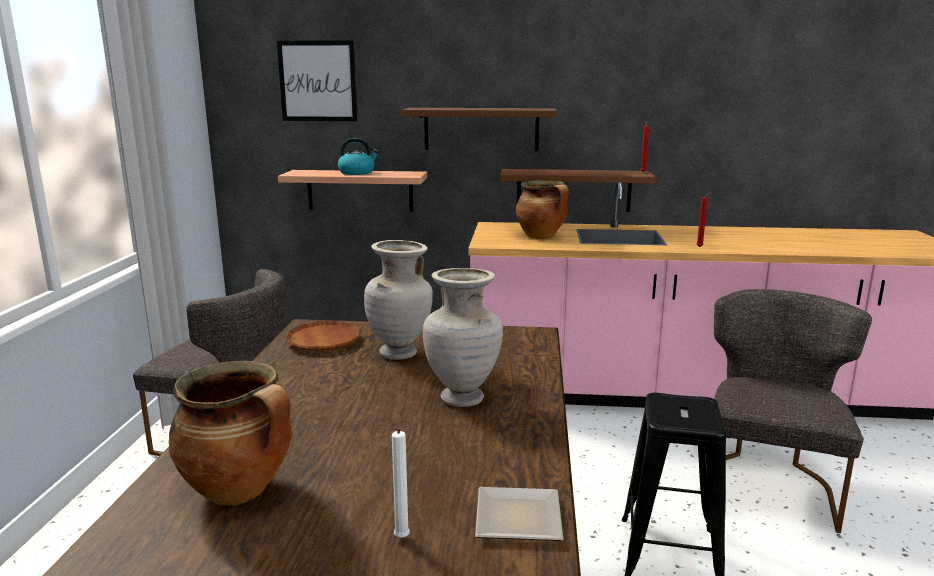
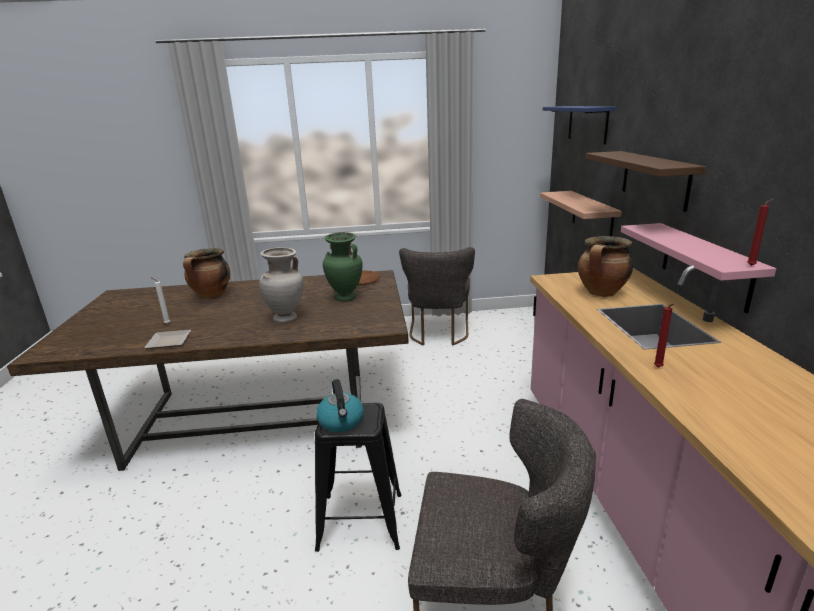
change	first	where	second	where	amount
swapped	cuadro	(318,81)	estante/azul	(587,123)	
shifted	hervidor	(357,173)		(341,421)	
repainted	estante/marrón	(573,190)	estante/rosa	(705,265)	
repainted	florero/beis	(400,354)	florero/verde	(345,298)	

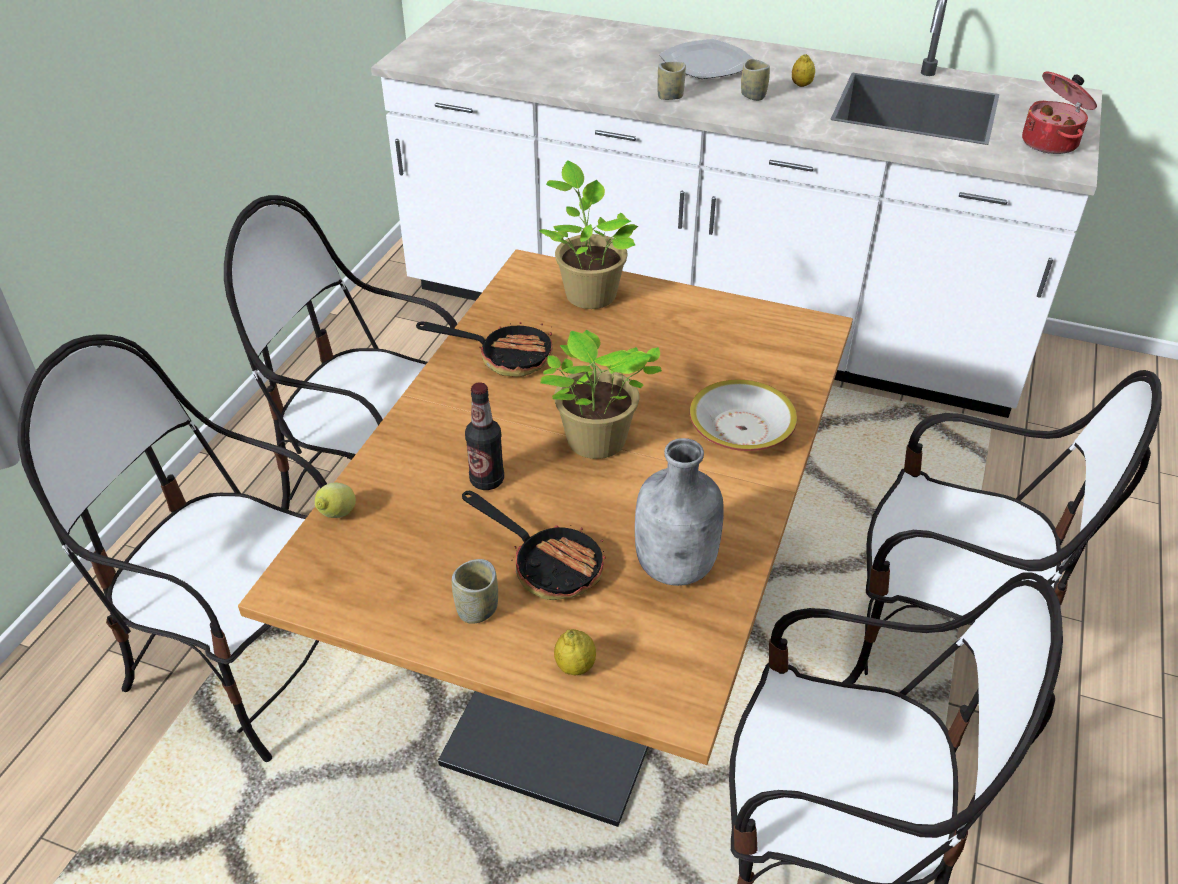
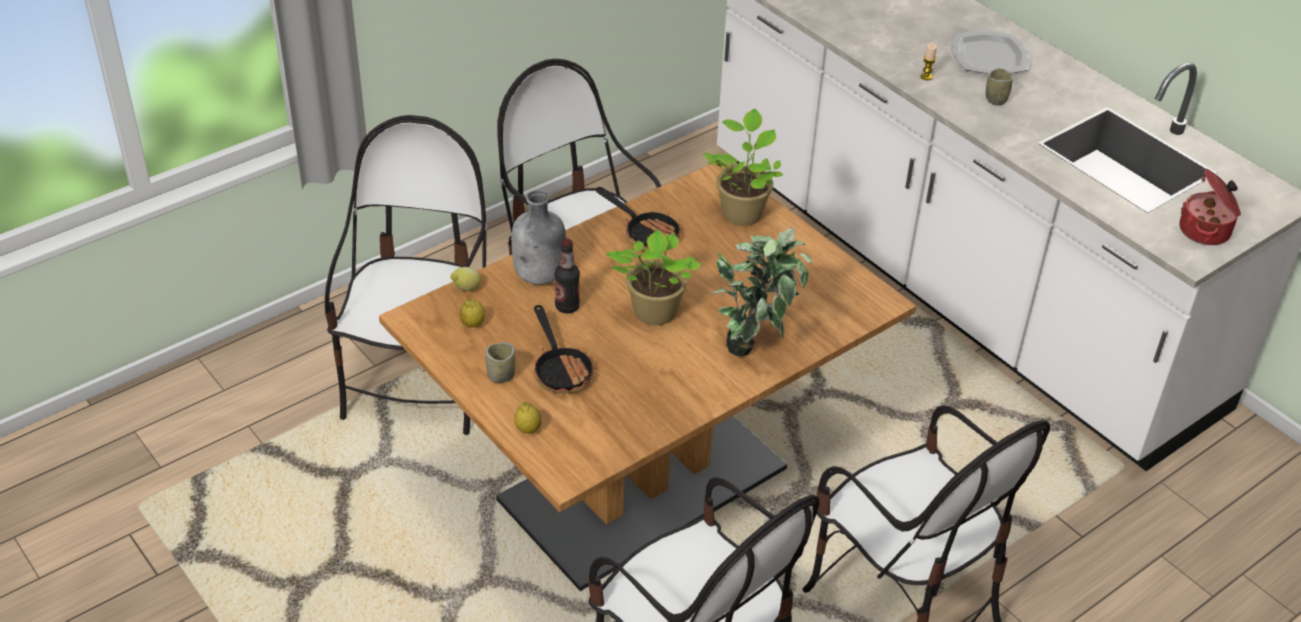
change	first	where	second	where	amount
shifted	limón	(801,85)		(473,324)	
swapped	taza	(670,97)	vela	(926,77)	
rotated	silla	(246,665)		(421,383)	45 degrees clockwise
swapped	cuenco	(742,430)	planta en maceta	(755,346)	
shifted	botella/gris	(677,566)		(540,276)	

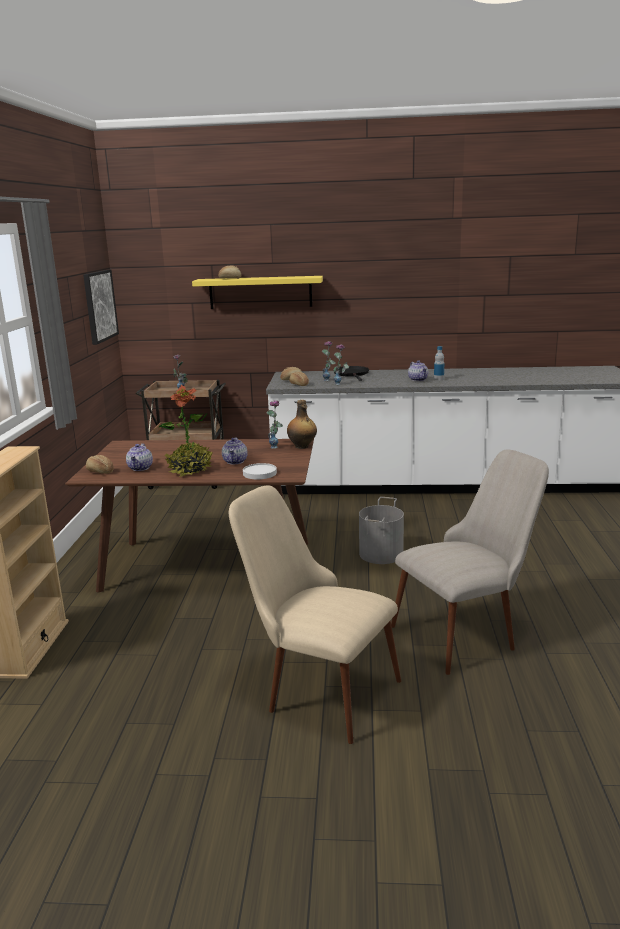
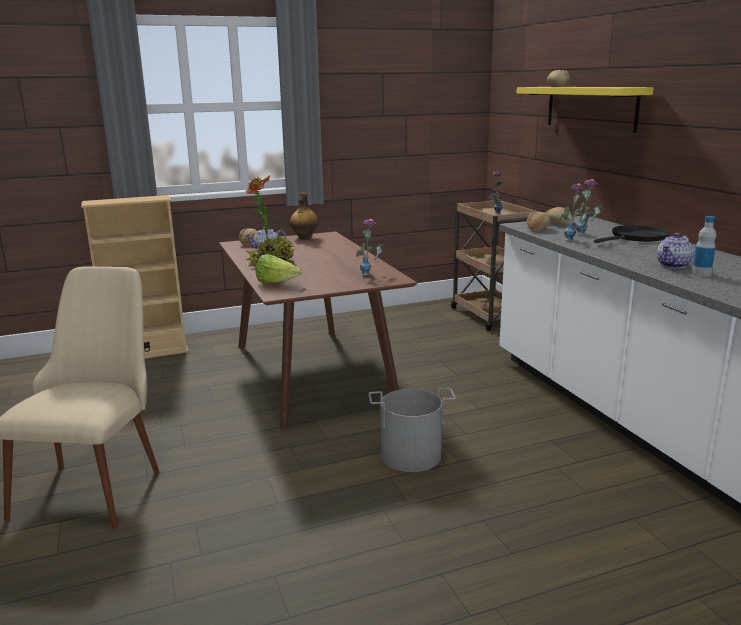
change	first	where	second	where	amount
gone	cuadro	(99,306)			
shifted	botella	(302,446)		(304,238)	
gone	tetera	(235,461)			
gone	silla/beis	(467,631)			
swapped	plato/blanco	(259,473)	lechuga	(276,283)	

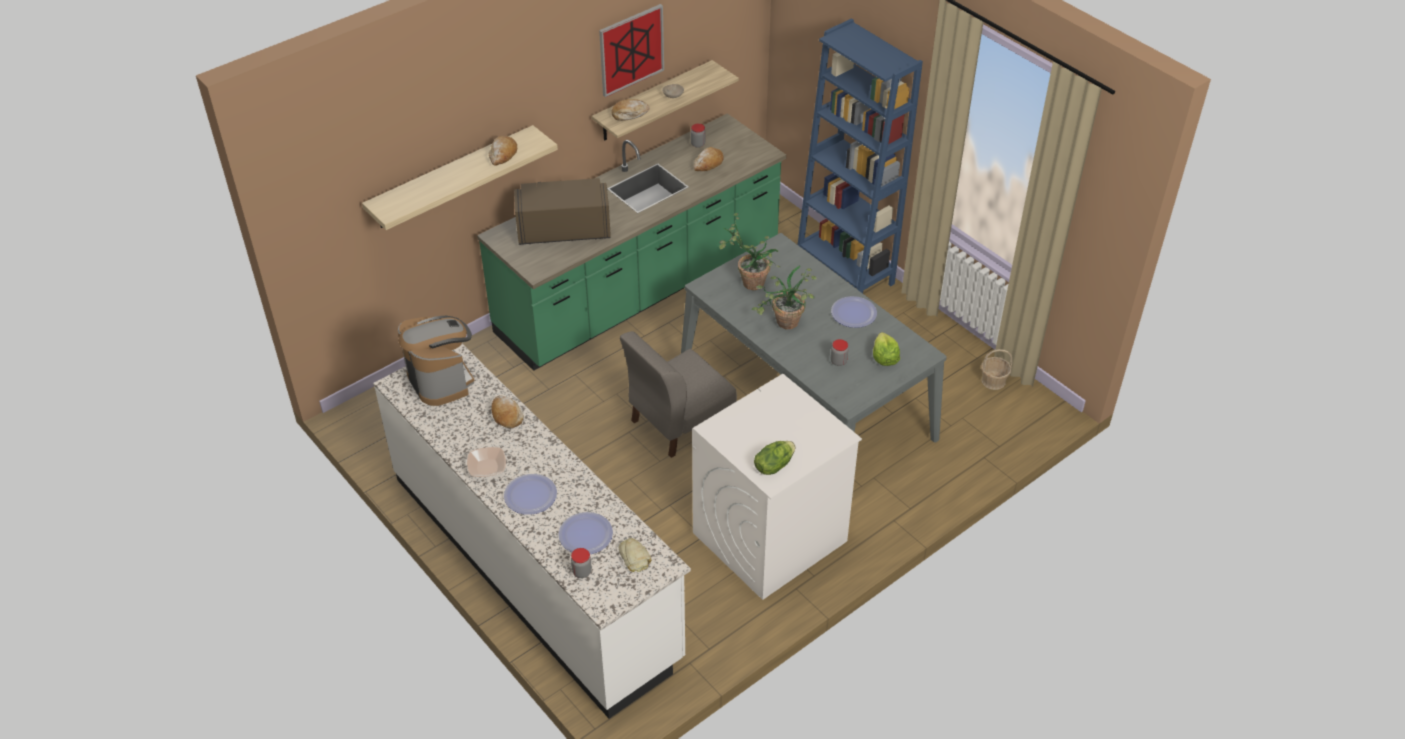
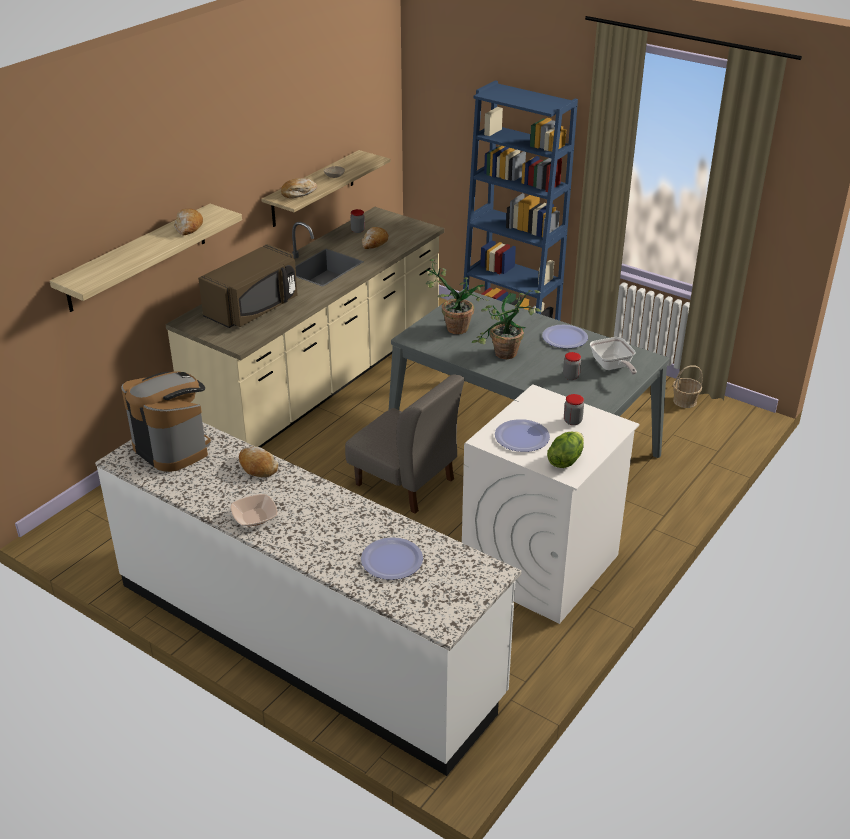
change	first	where	second	where	amount
gone	cuadro	(631,50)			
repainted	mueble bajo de cocina/verde	(640,289)	mueble bajo de cocina/beis	(322,380)	
rotated	microondas/marrón	(563,230)		(254,308)	150 degrees clockwise
rotated	silla/gris	(678,422)		(405,482)	90 degrees counterclockwise
swapped	lechuga	(884,357)	sartén	(612,367)	
shifted	plato	(530,495)		(522,437)	
gone	pan	(635,557)			
shifted	tarro	(582,572)		(572,421)	

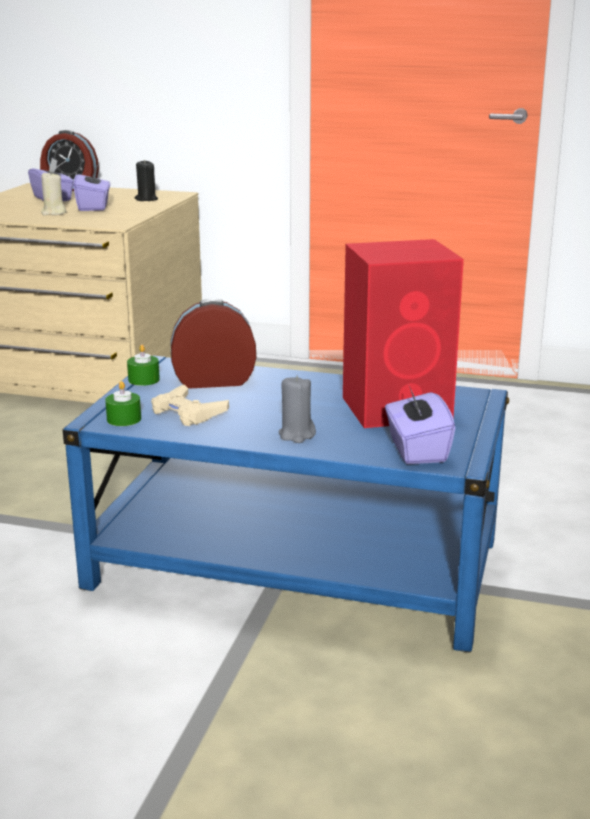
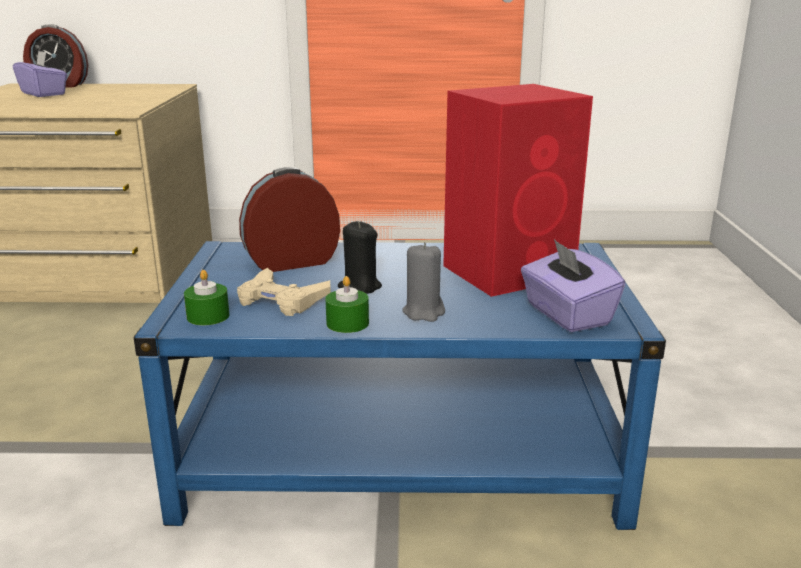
change	first	where	second	where	amount
shifted	vela/negro	(146,199)		(359,287)	
gone	caja de pañuelos/morado	(94,207)			
gone	vela/beis	(53,213)			
shifted	vela/verde	(143,379)		(347,323)	

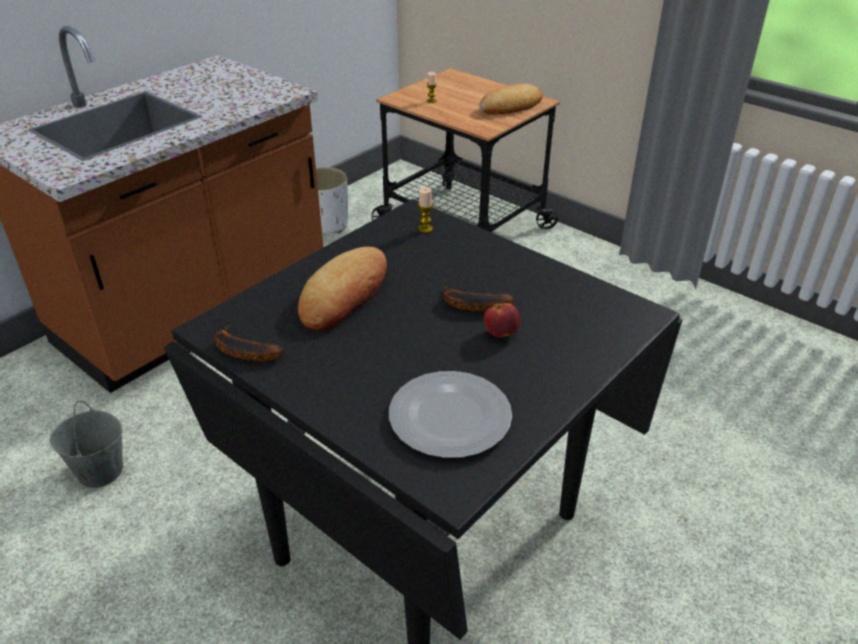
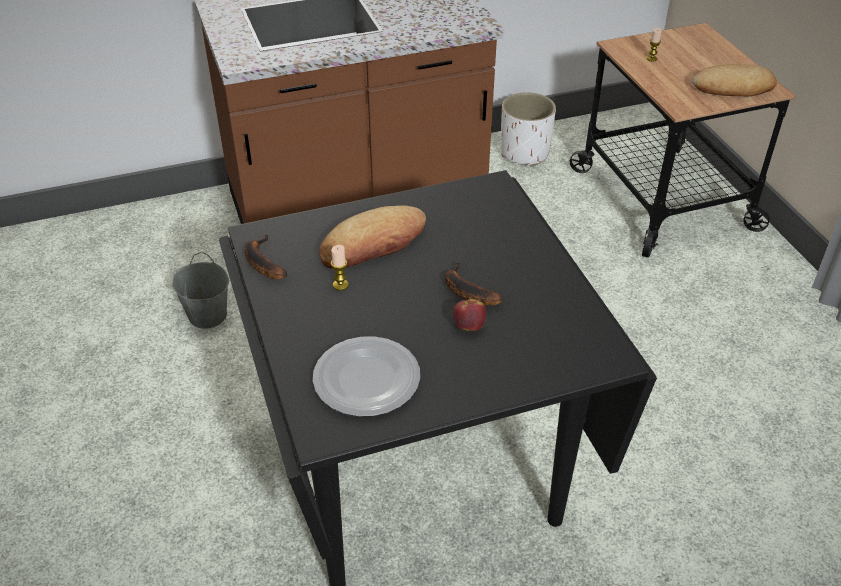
change	first	where	second	where	amount
shifted	vela	(425,229)		(340,285)	

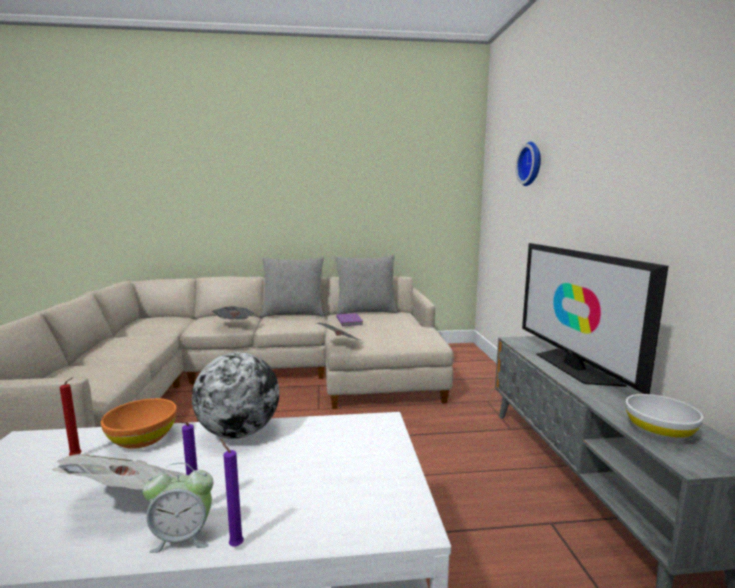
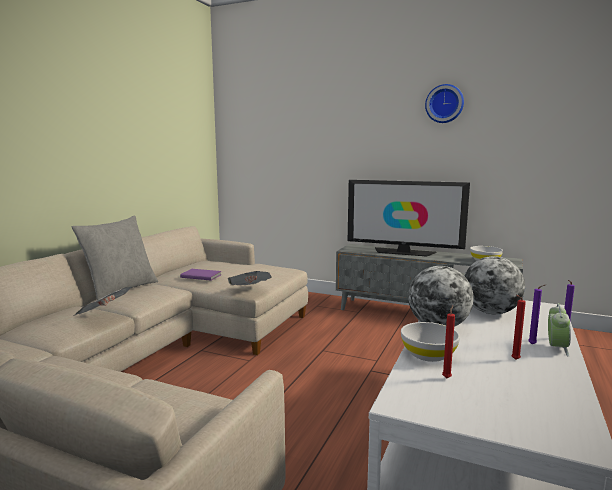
change	first	where	second	where	amount
shifted	reloj de pared	(531,164)		(444,104)	
gone	cojín/gris	(366,311)			
repainted	cuenco/naranja	(142,439)	cuenco/blanco	(428,355)	
swapped	periódico	(132,498)	vela/rojo	(514,359)	
new			globo terráqueo	(491,312)	

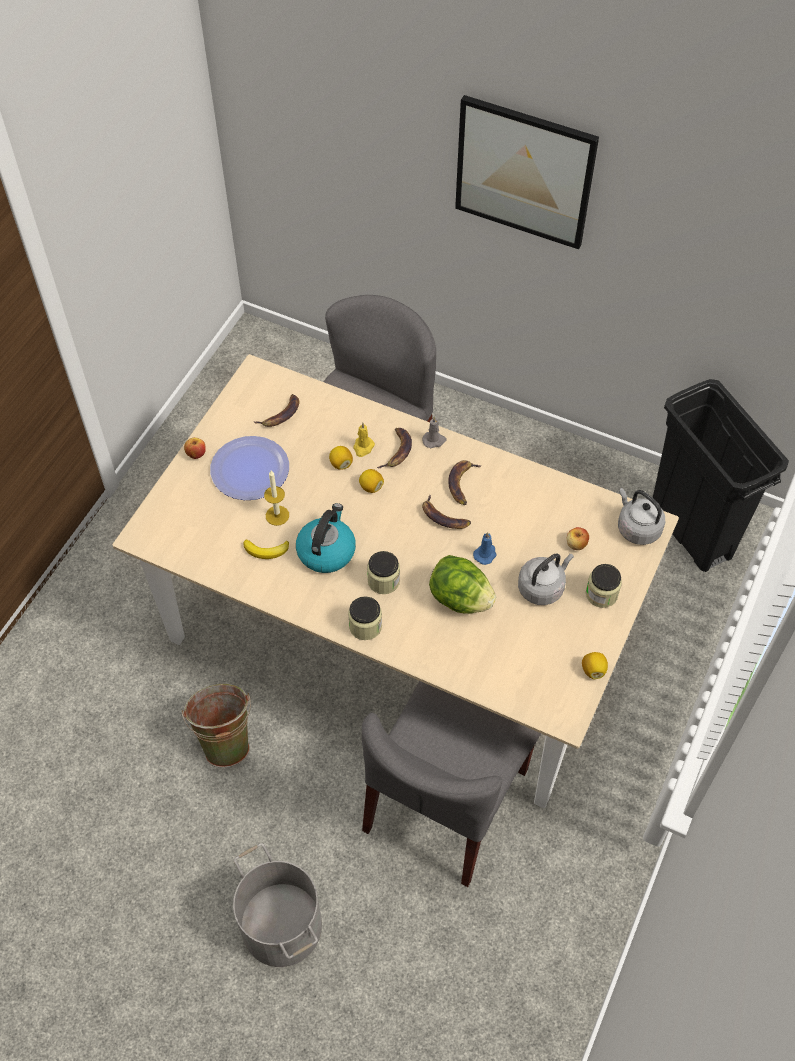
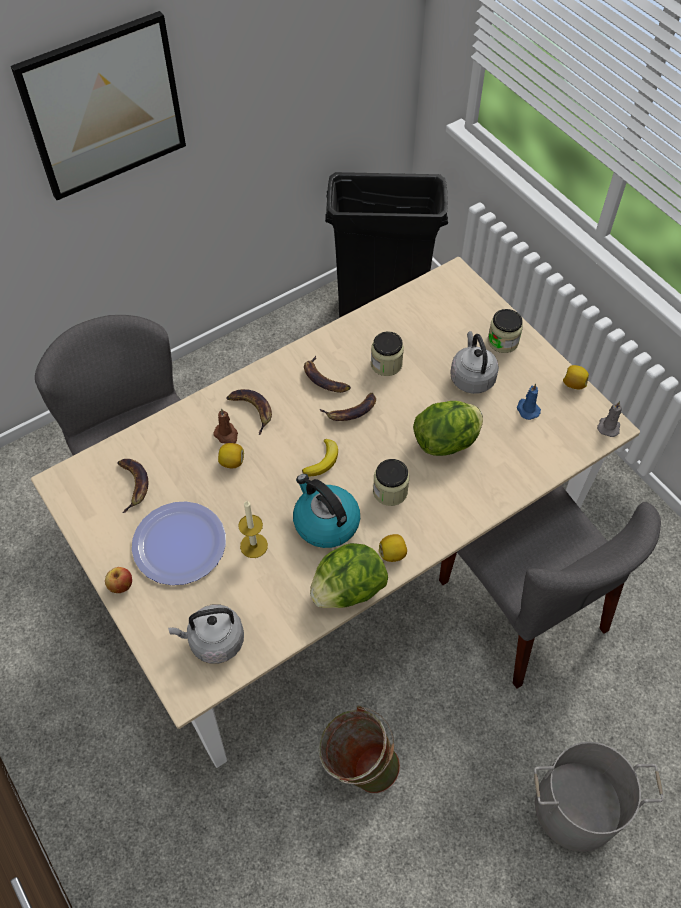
change	first	where	second	where	amount
shifted	vela/gris	(434,440)		(608,426)	
repainted	vela/amarillo	(363,447)	vela/marrón	(227,435)	
shifted	limón	(371,487)		(393,554)	
shifted	hervidor/gris	(637,528)		(213,641)	
gone	manzana	(576,544)			
shifted	vela/azul	(485,554)		(527,409)	
shifted	plátano	(266,550)		(322,461)	
shifted	tarro	(365,626)		(386,364)	
new			lechuga	(347,590)	

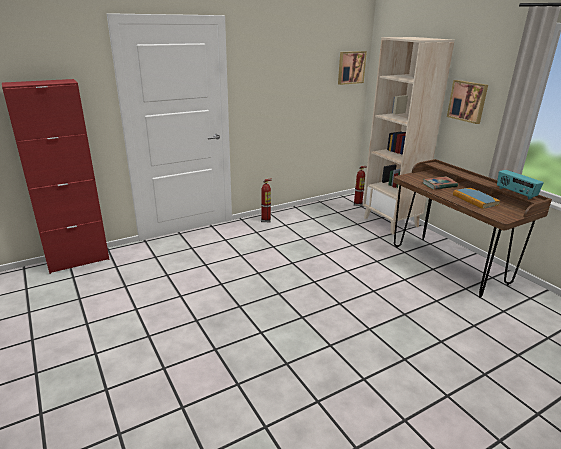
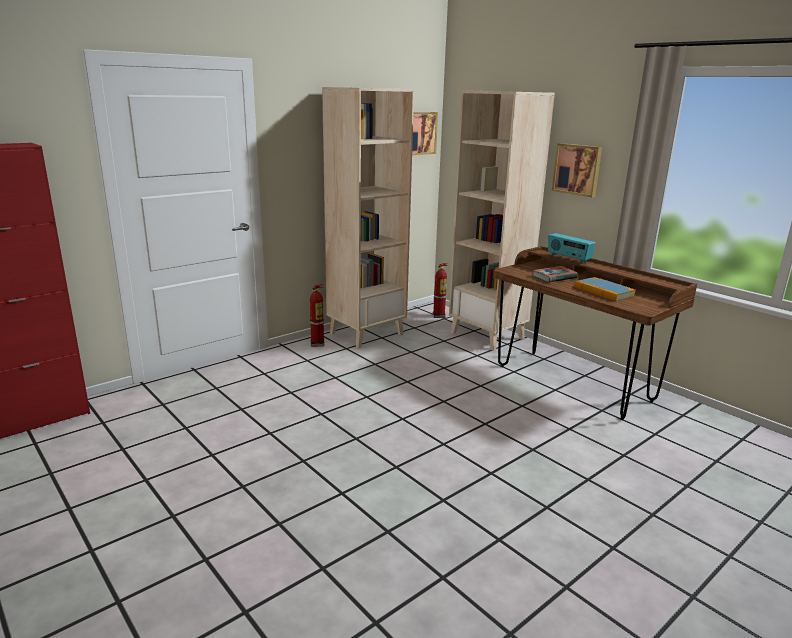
change	first	where	second	where	amount
shifted	radio	(515,193)		(568,258)	
new			estantería/beis	(366,333)	

